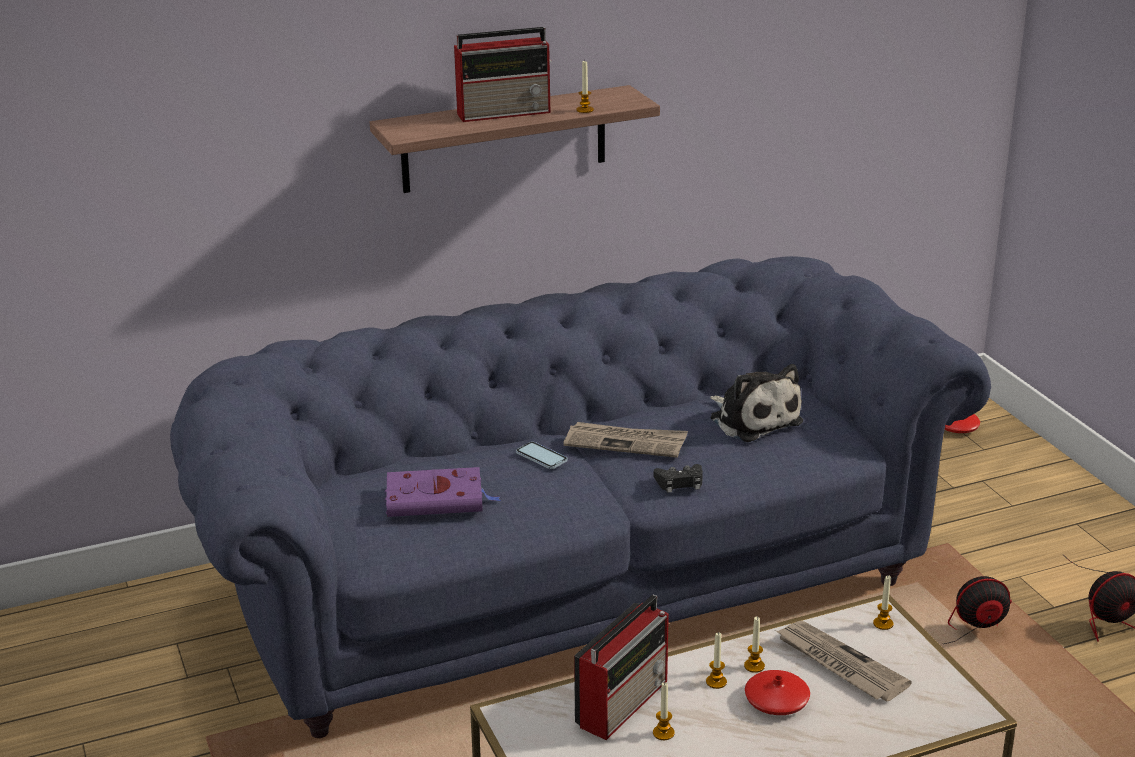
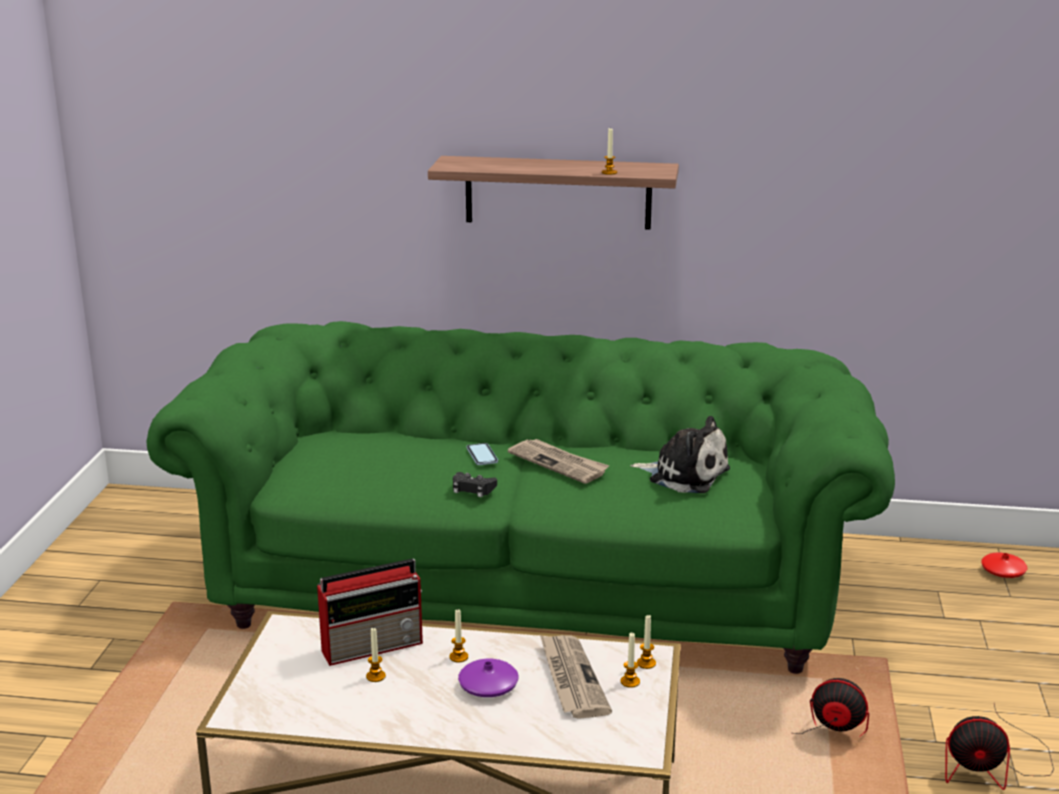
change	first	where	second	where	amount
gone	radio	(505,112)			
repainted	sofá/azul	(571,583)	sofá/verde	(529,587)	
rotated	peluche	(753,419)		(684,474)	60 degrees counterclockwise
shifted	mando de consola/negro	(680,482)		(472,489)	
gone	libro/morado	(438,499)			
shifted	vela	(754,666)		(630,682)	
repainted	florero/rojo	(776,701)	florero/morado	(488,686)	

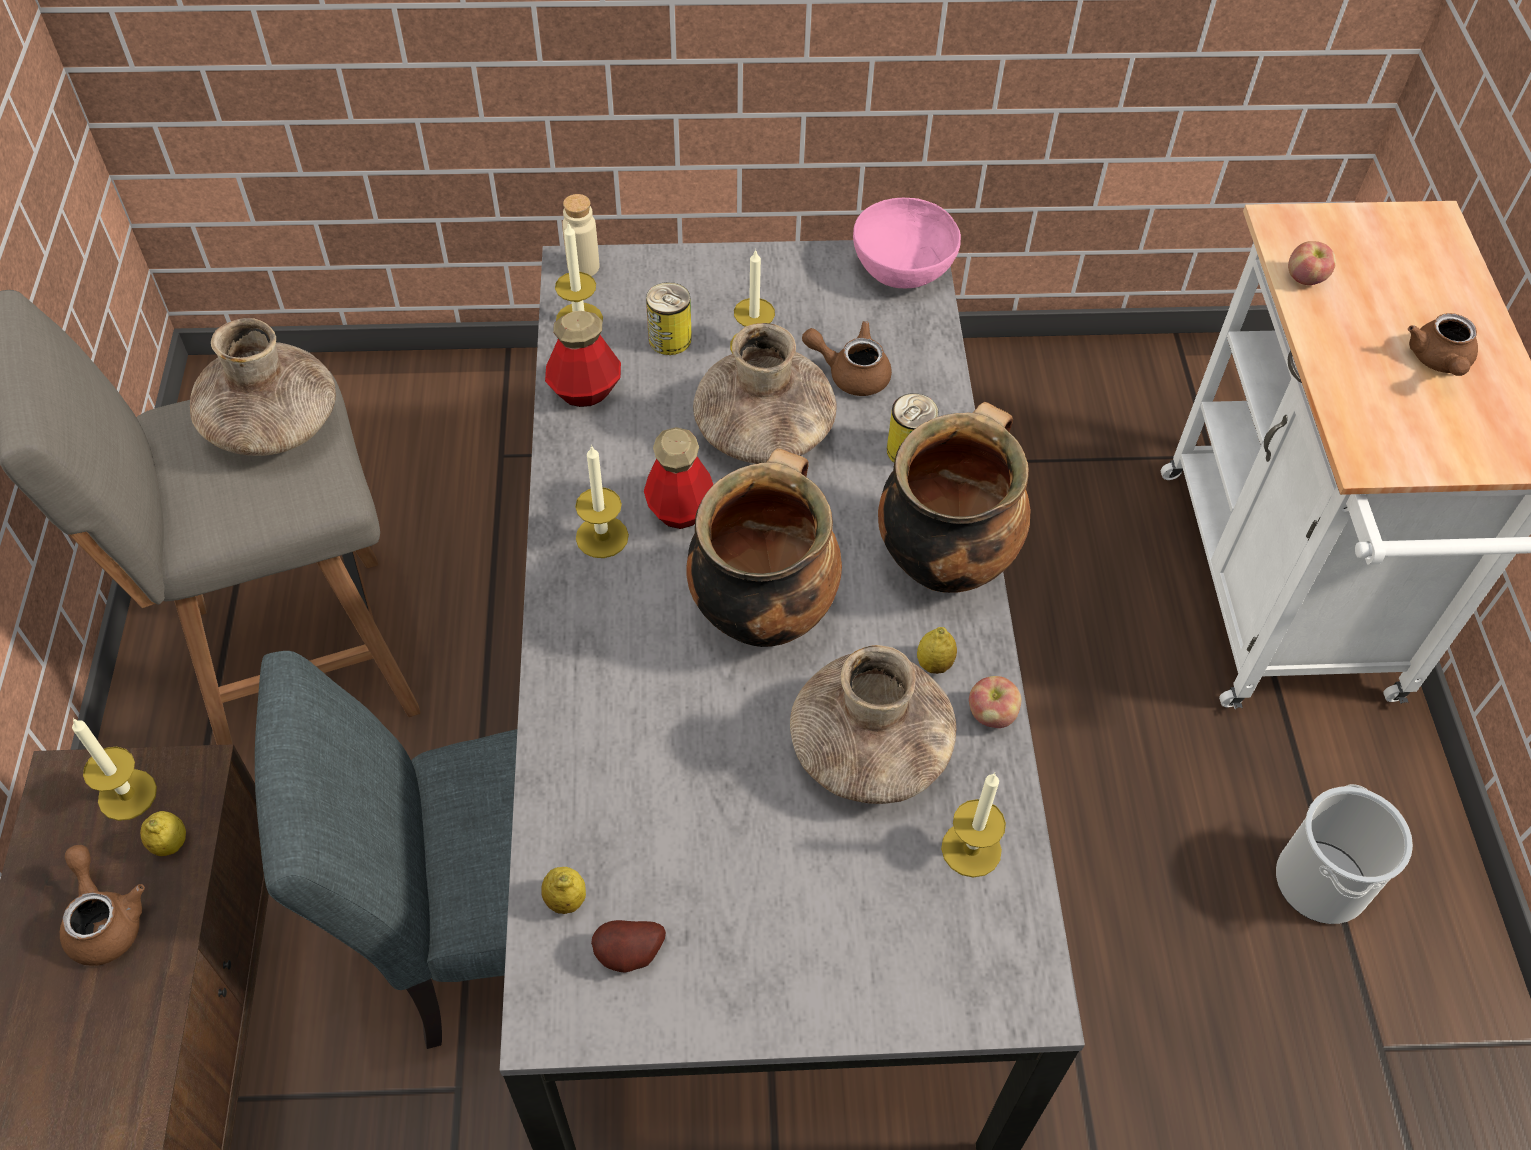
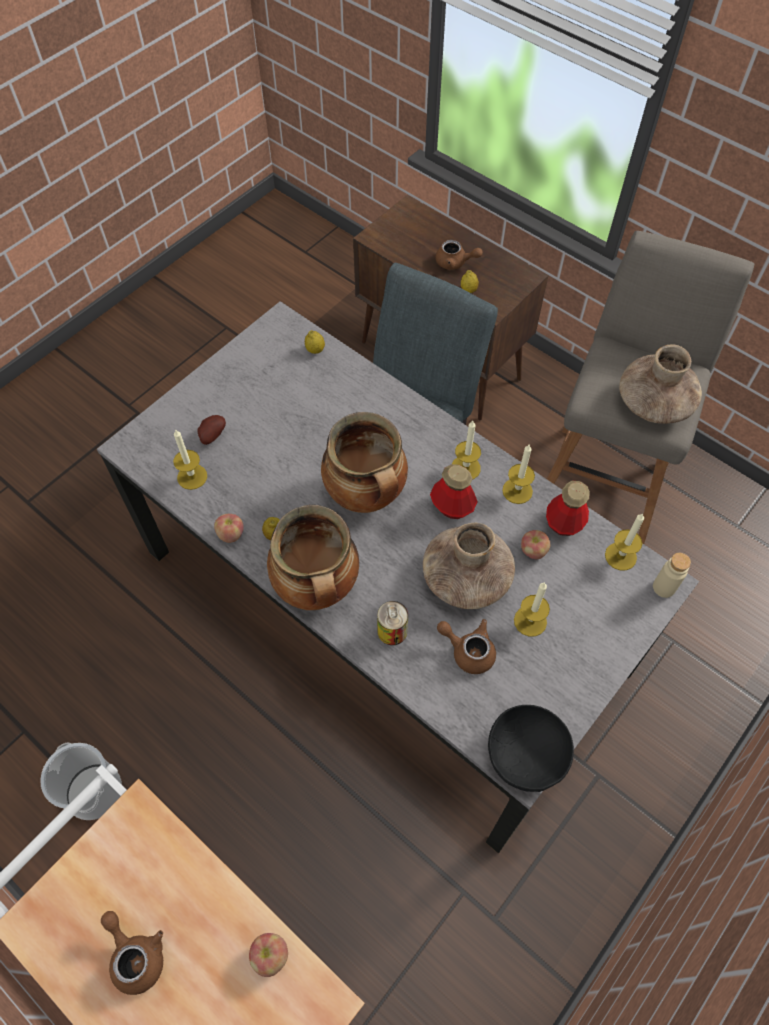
change	first	where	second	where	amount
repainted	cuenco/rosa	(902,266)	cuenco/negro	(526,755)	
gone	lata	(670,339)			
rotated	tetera/marrón	(850,373)		(468,651)	120 degrees counterclockwise
gone	florero/marrón	(869,749)			
shifted	vela	(127,794)		(517,491)	
shifted	patata	(630,956)		(212,435)	
new			manzana	(533,551)	

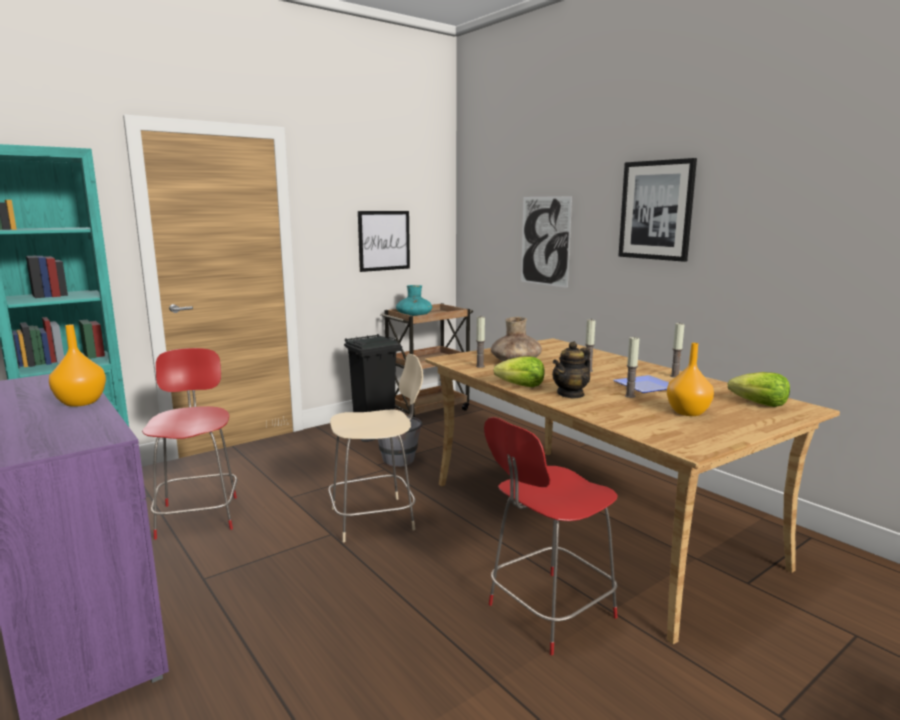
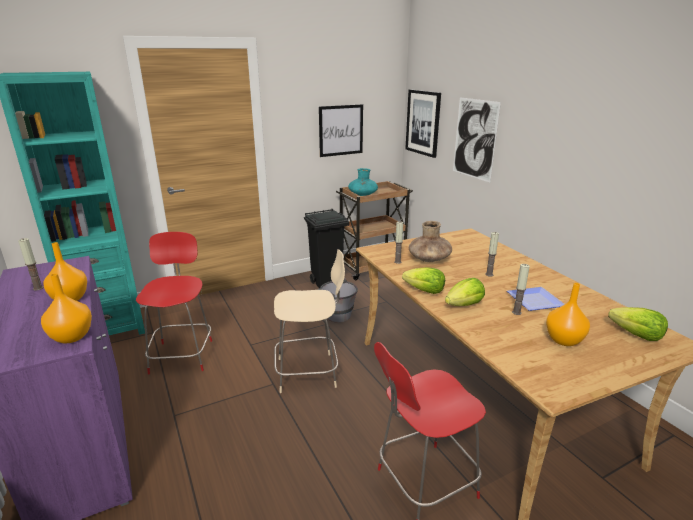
change	first	where	second	where	amount
shifted	cuadro	(656,210)		(423,122)	
shifted	vela	(674,376)		(38,288)	
swapped	tetera	(571,394)	lechuga	(464,305)	
new			florero/naranja	(72,336)	

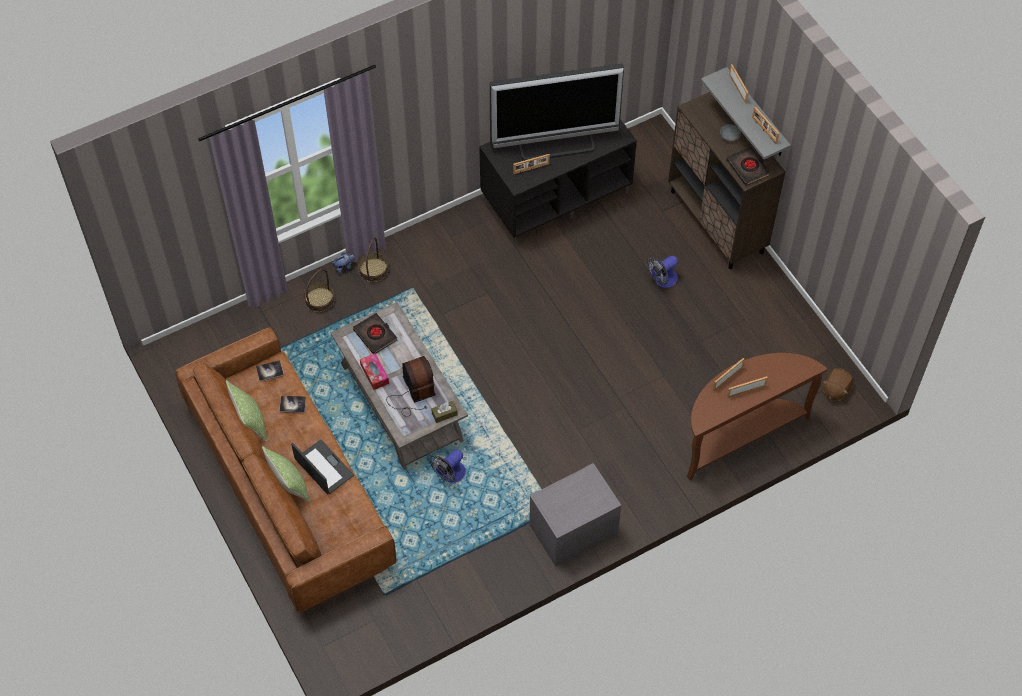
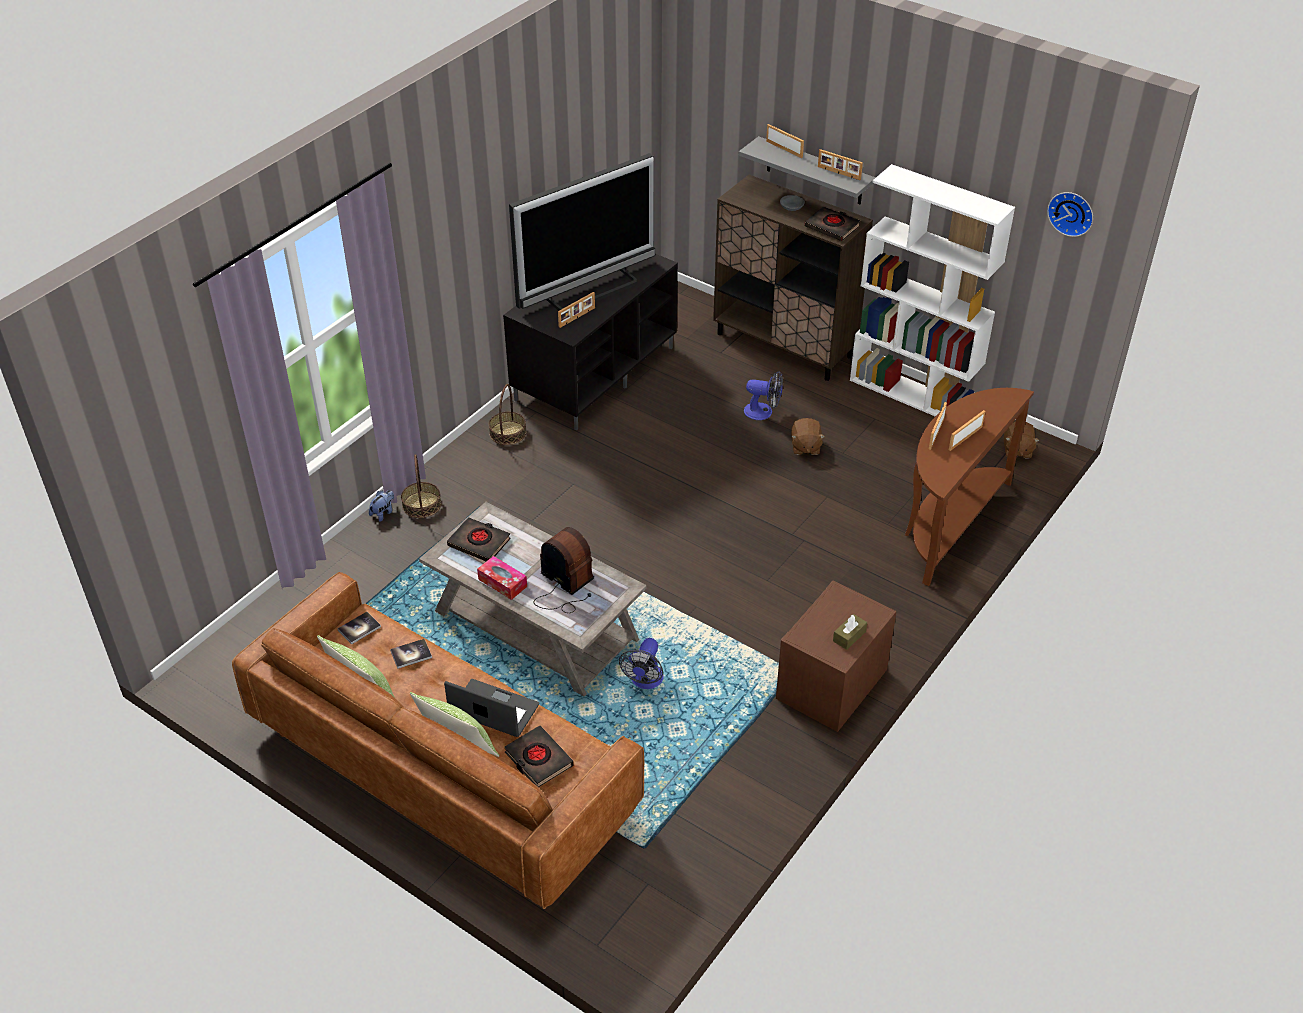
change	first	where	second	where	amount
rotated	ventilador	(662,280)		(763,412)	105 degrees counterclockwise
shifted	cesta	(319,299)		(507,433)	
shifted	caja de pañuelos/marrón	(444,414)		(849,636)	
repainted	mesita de noche/gris	(572,529)	mesita de noche/marrón	(831,684)	
new			estantería/blanco	(913,394)	
new			reloj de pared	(1071,212)	
new			peluche/marrón	(805,447)	
new			libro/negro	(538,759)	

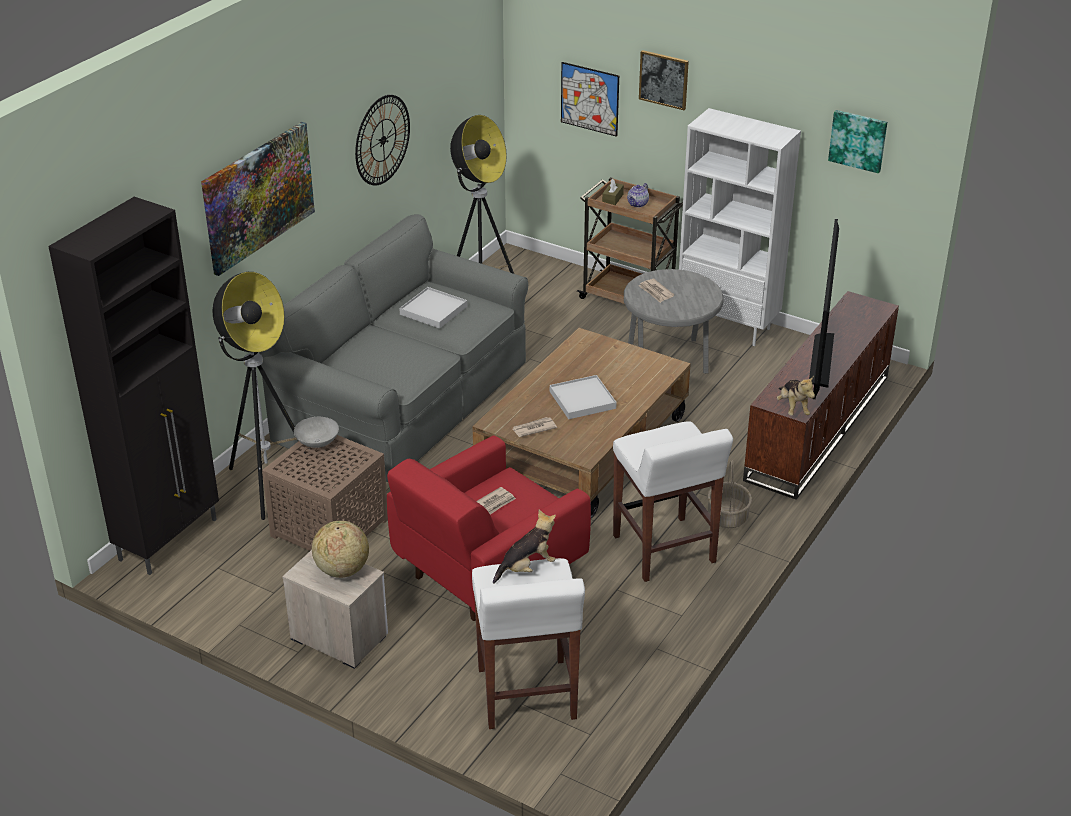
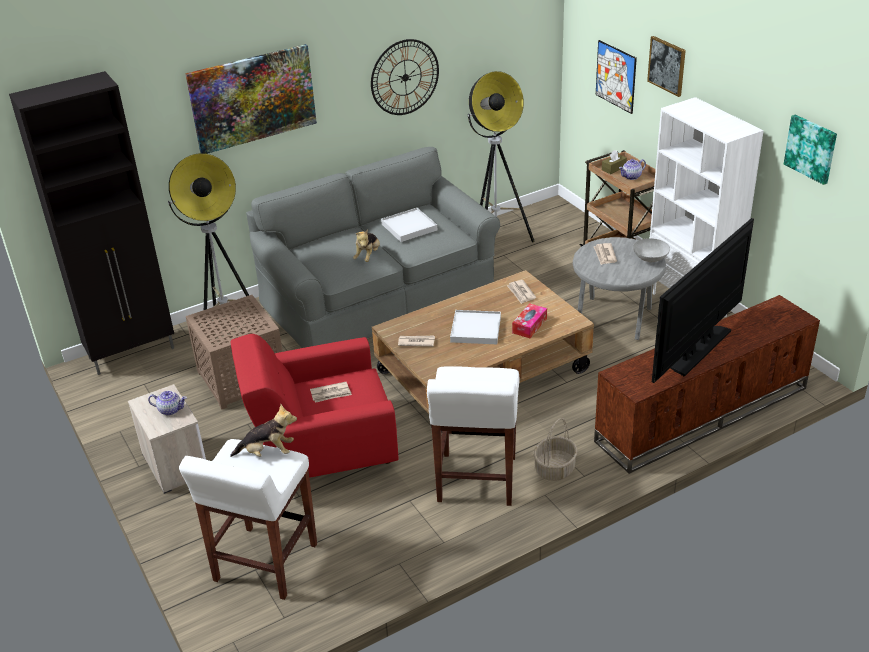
change	first	where	second	where	amount
shifted	peluche	(793,408)		(368,256)	
shifted	cuenco/gris	(317,442)		(650,259)	
swapped	globo terráqueo	(342,570)	tetera	(170,410)	
new			periódico	(521,293)	
new			caja de pañuelos	(529,325)	

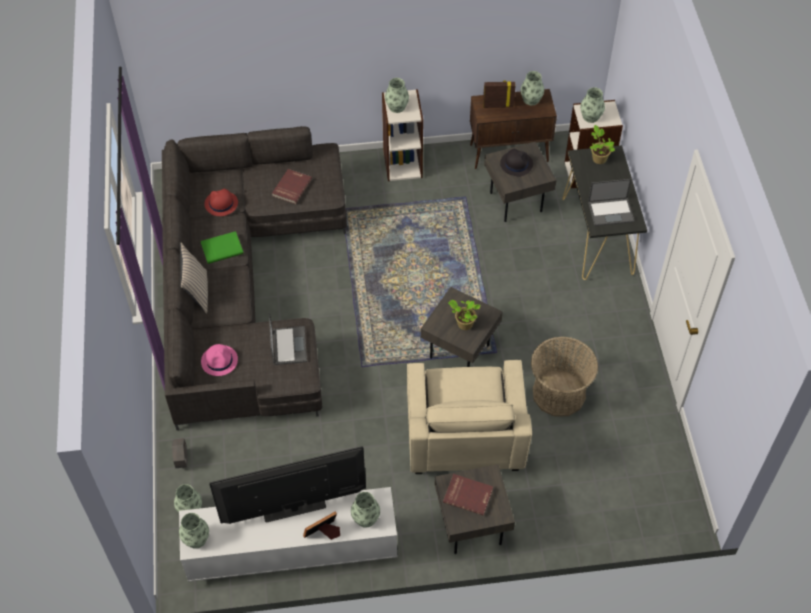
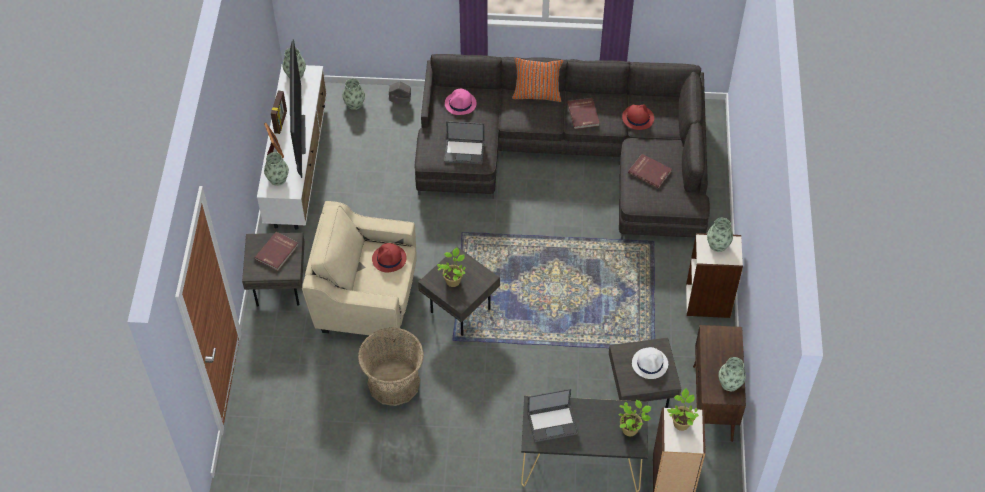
change	first	where	second	where	amount
shifted	portarretratos	(498,105)		(281,122)	
swapped	florero	(591,116)	planta en maceta	(681,422)	
repainted	sombrero/negro	(516,164)	sombrero/blanco	(650,363)	
rotated	portátil	(611,211)		(552,422)	105 degrees counterclockwise
repainted	libro/verde	(222,248)	libro/rojo	(584,114)	
repainted	cojín/beis	(197,292)	cojín/naranja	(537,94)	
new			sombrero/rojo	(389,259)	

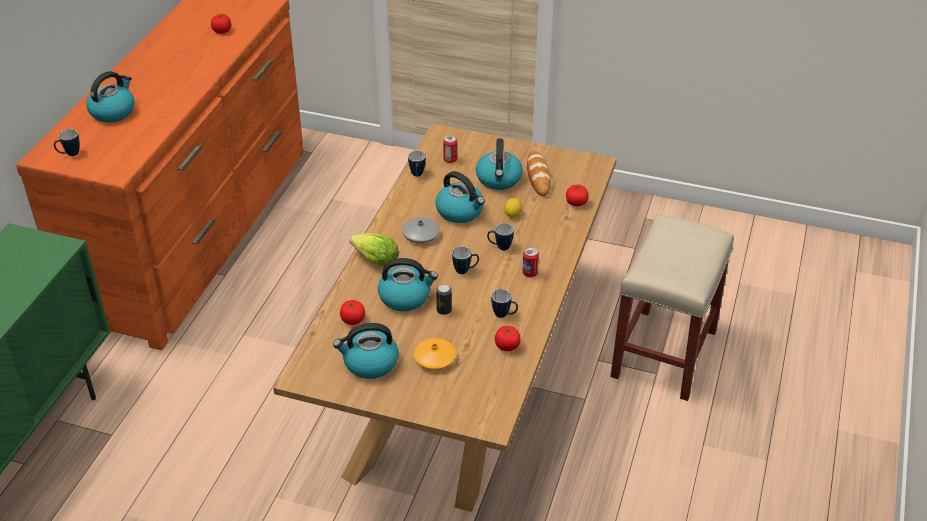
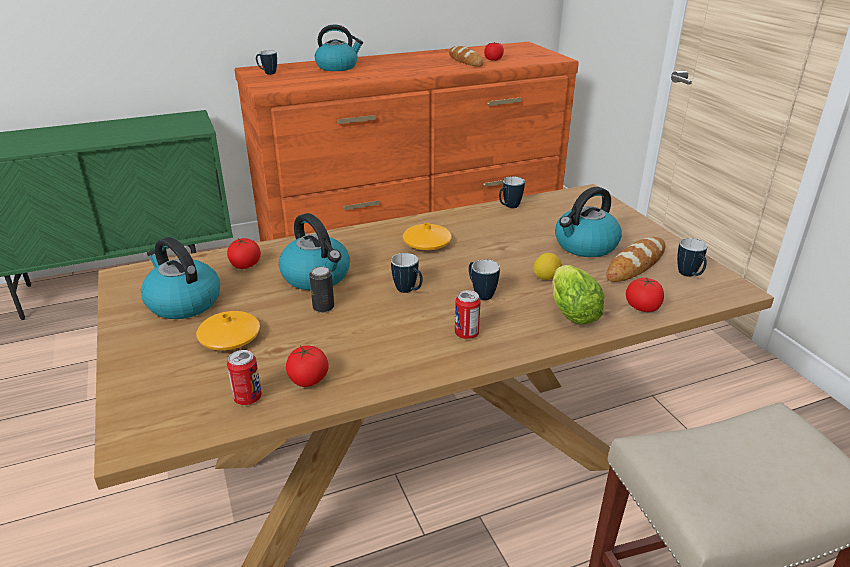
change	first	where	second	where	amount
shifted	lata	(450,160)		(248,398)	
gone	hervidor	(460,211)			
repainted	florero/gris	(420,234)	florero/naranja	(427,244)	
shifted	lechuga	(373,259)		(570,310)	
shifted	taza grande	(504,315)		(689,275)	
new			pan	(465,60)	

